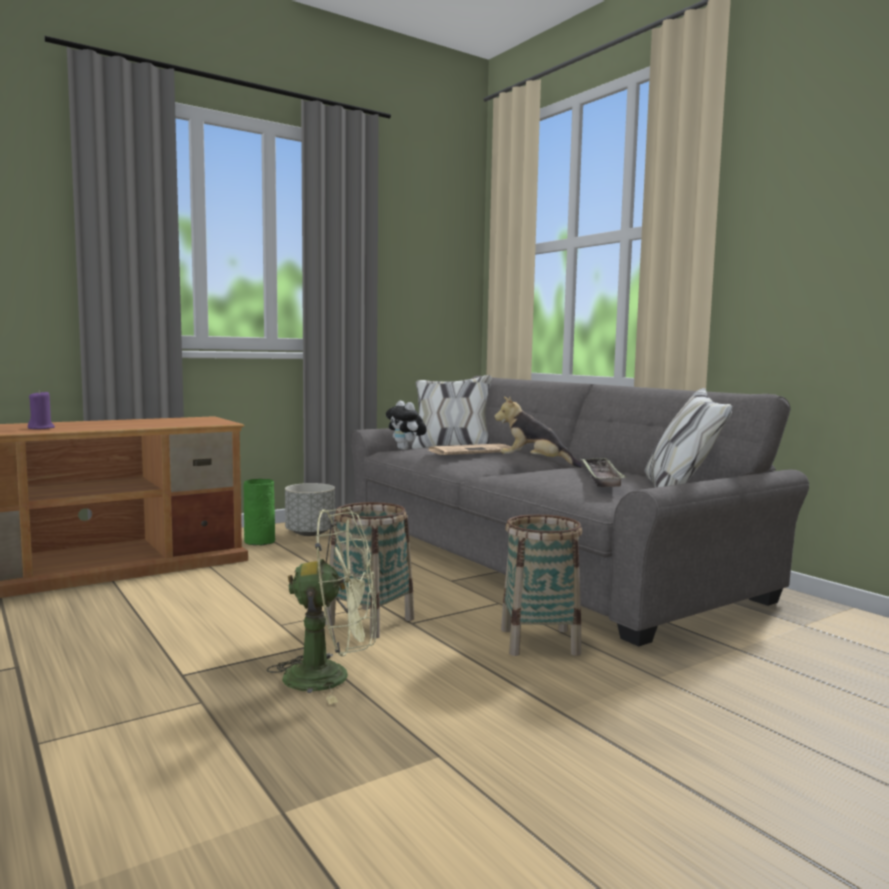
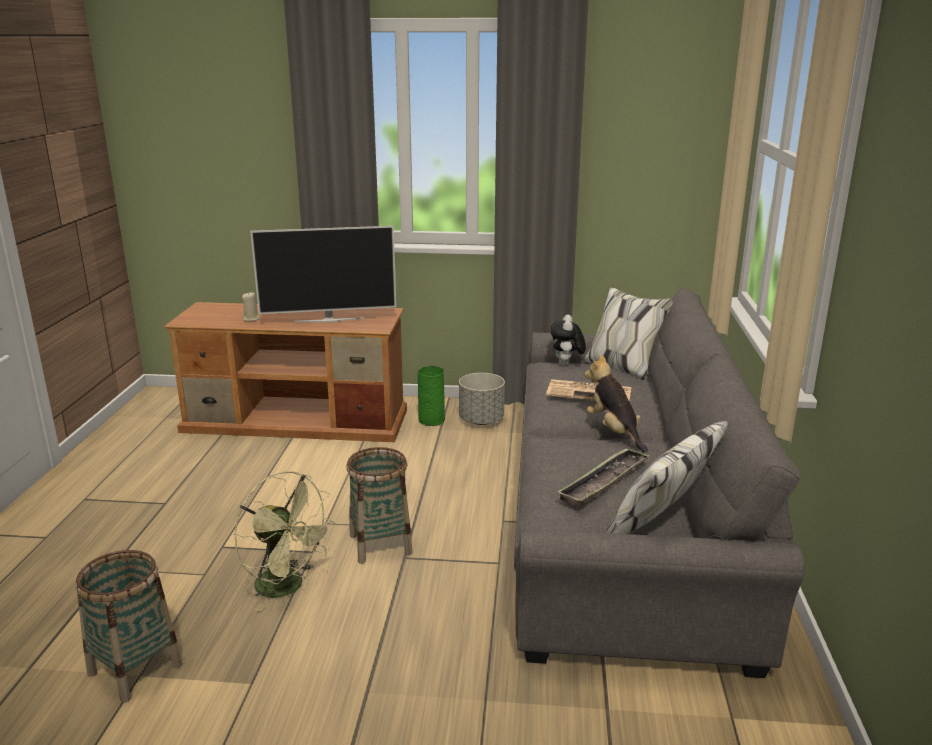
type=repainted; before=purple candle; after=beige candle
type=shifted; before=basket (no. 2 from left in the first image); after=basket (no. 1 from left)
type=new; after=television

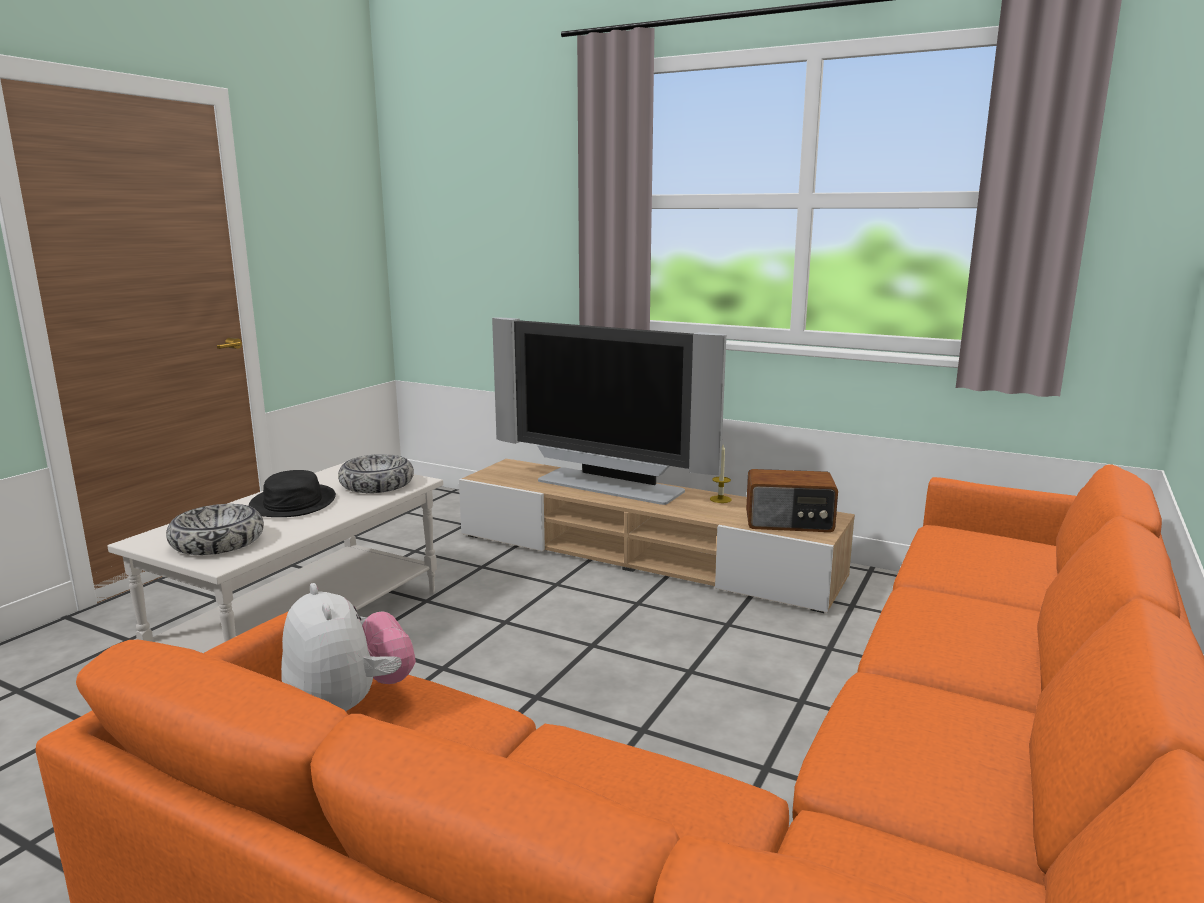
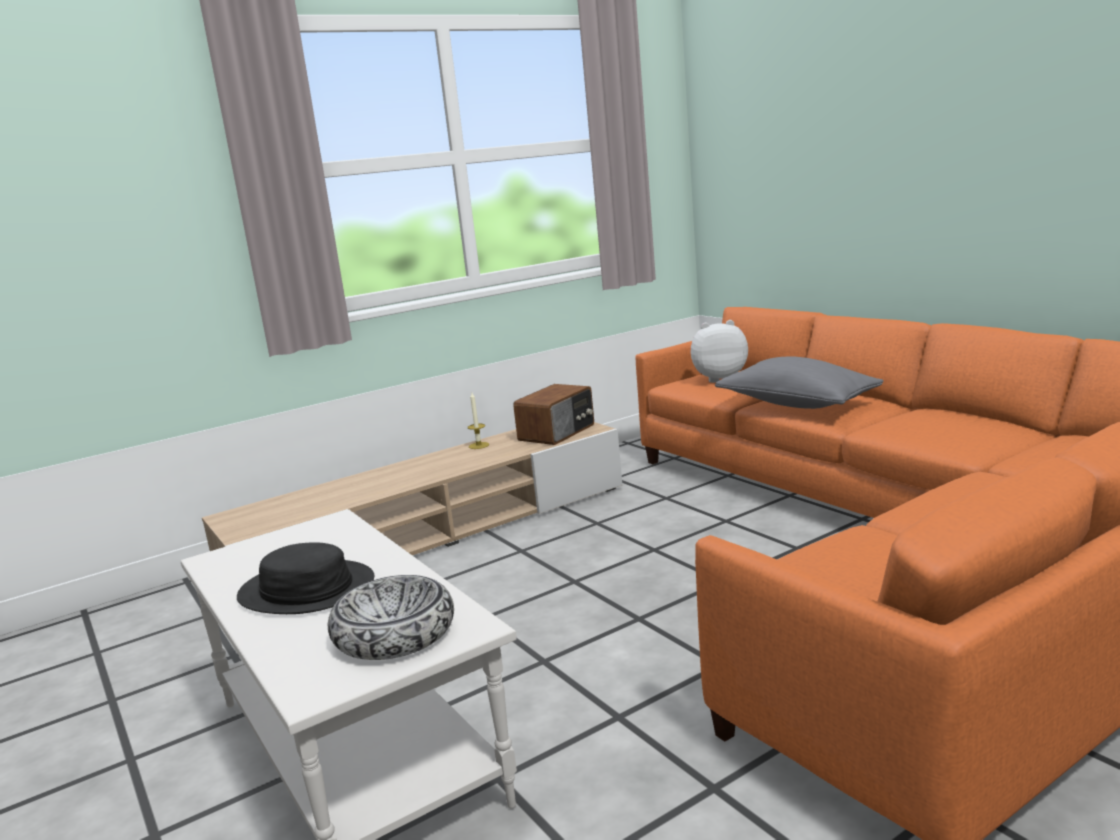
type=shifted; before=plush toy
type=gone; before=bowl (no. 2 from left)
type=gone; before=television
type=new; after=grey pillow

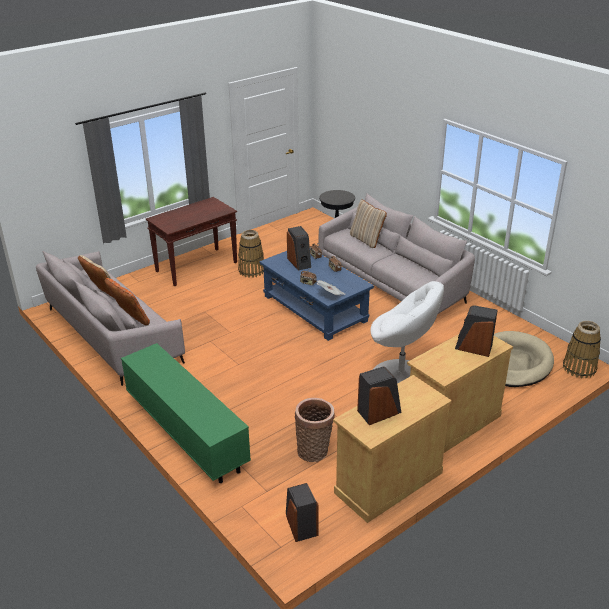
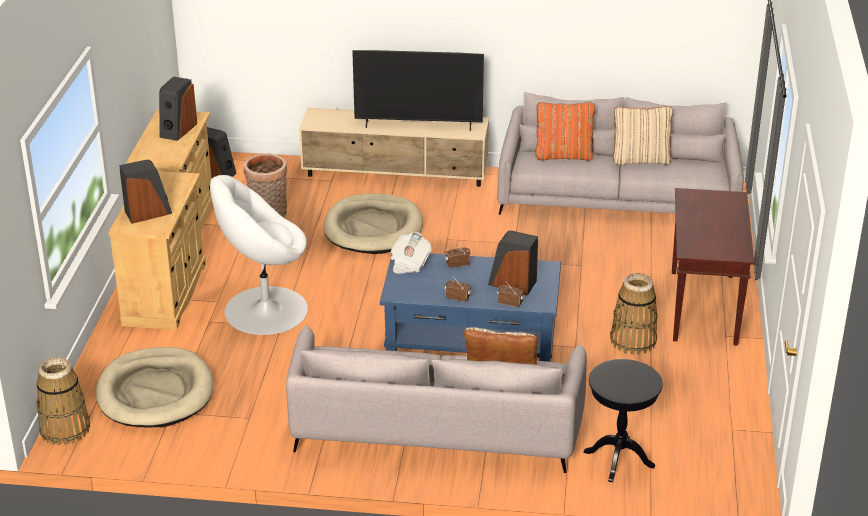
type=repainted; before=green tv stand; after=beige tv stand
type=new; after=beige dog bed (no. 2 from left)
type=new; after=television

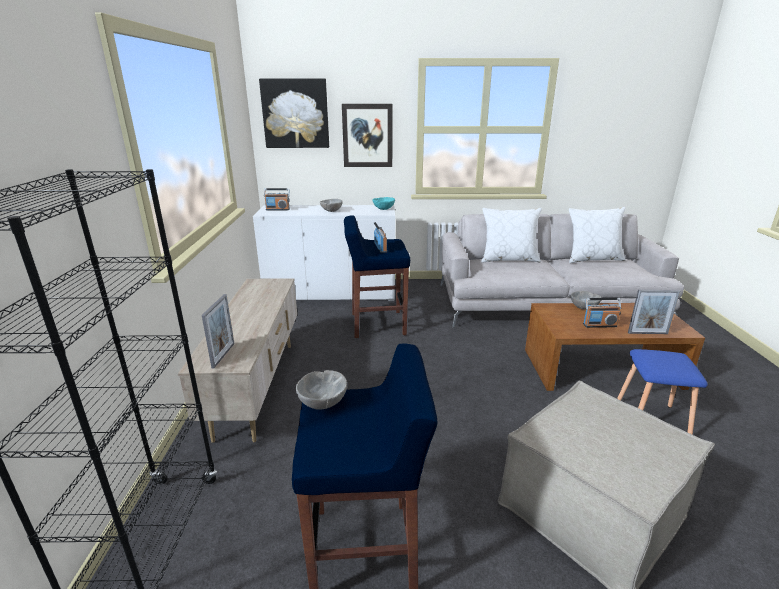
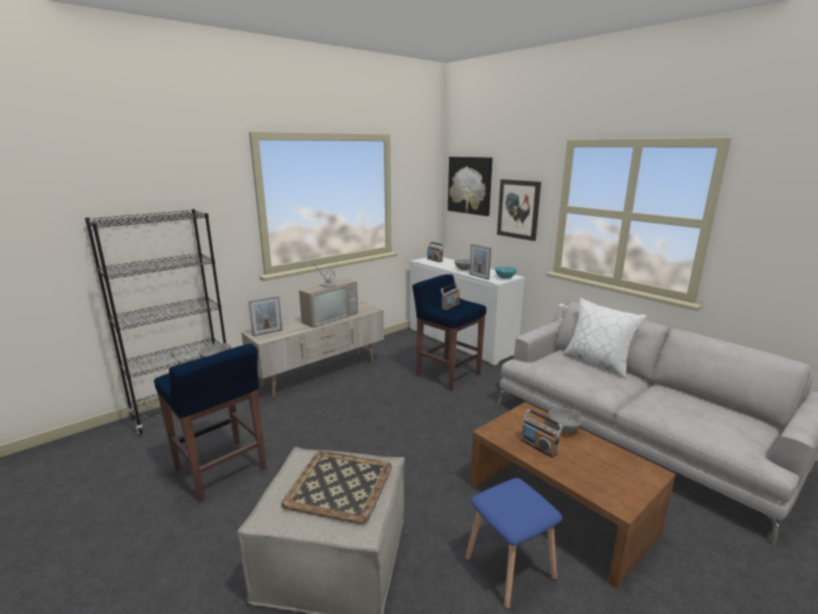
type=gone; before=white pillow (no. 2 from left)
type=shifted; before=picture frame (no. 2 from left)
type=new; after=tray
type=new; after=television

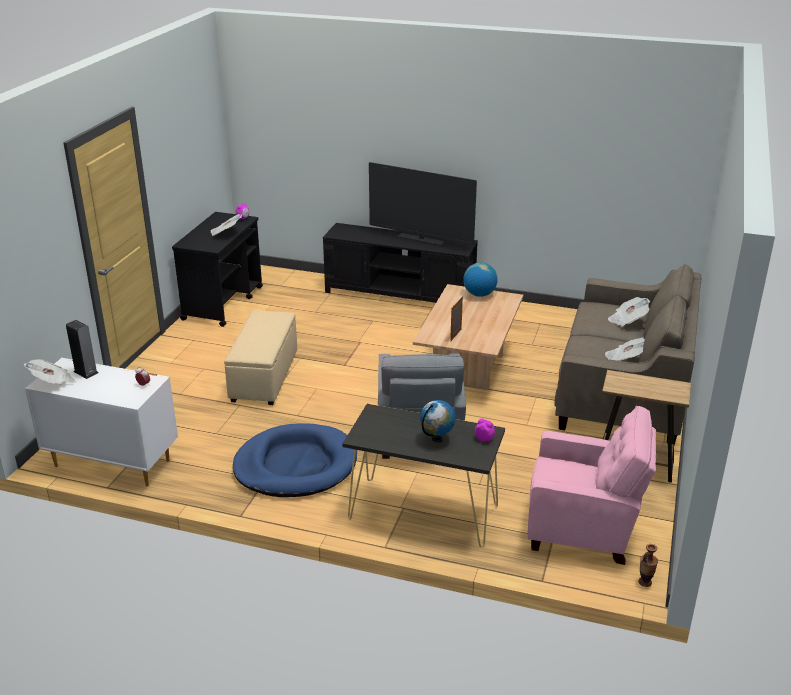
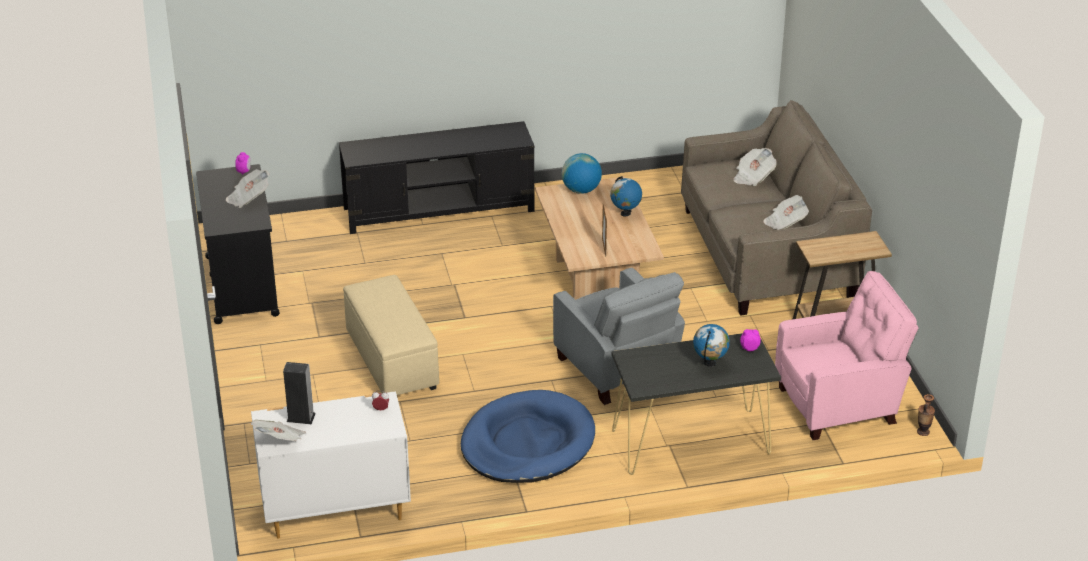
type=gone; before=television
type=new; after=globe (no. 2 from left)

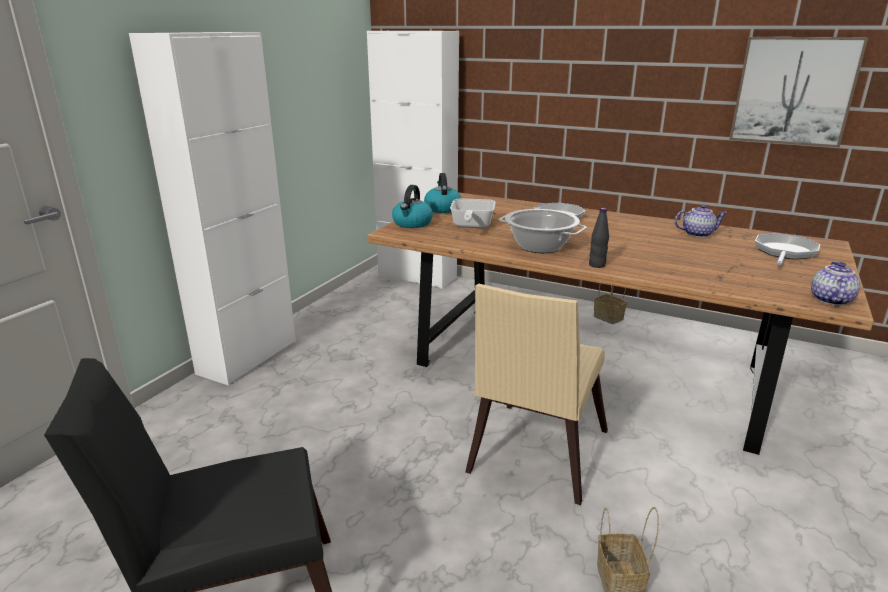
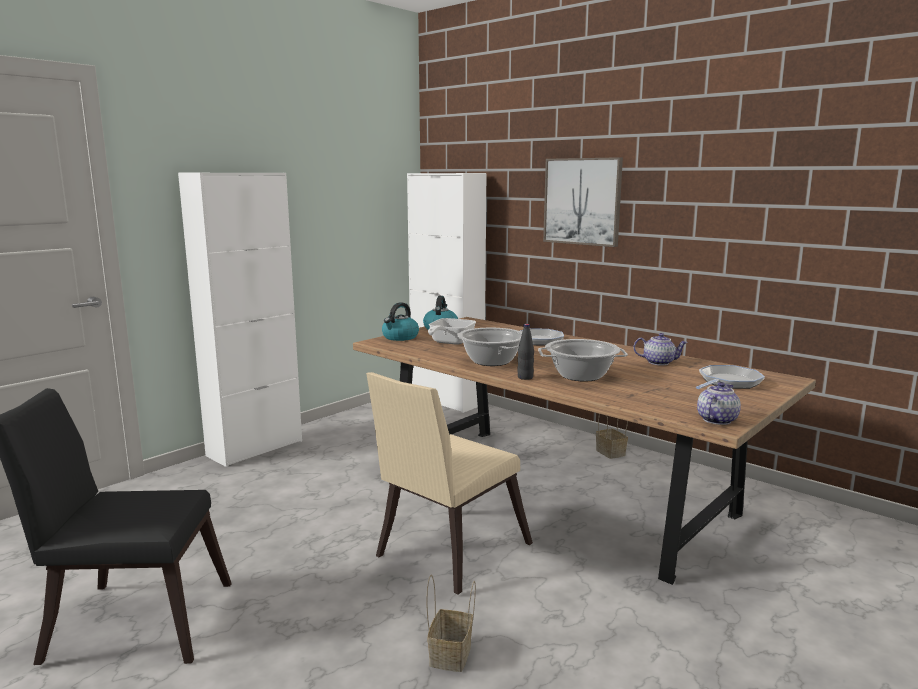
type=shifted; before=picture
type=new; after=cooking pot (no. 2 from left)

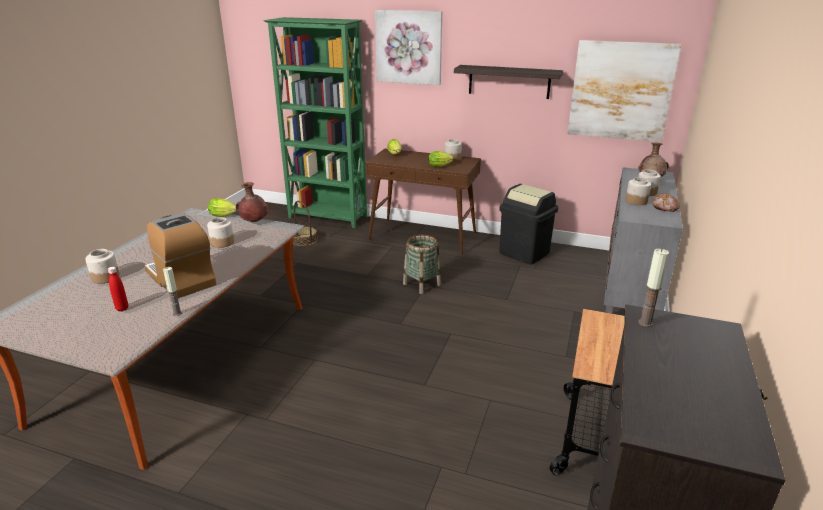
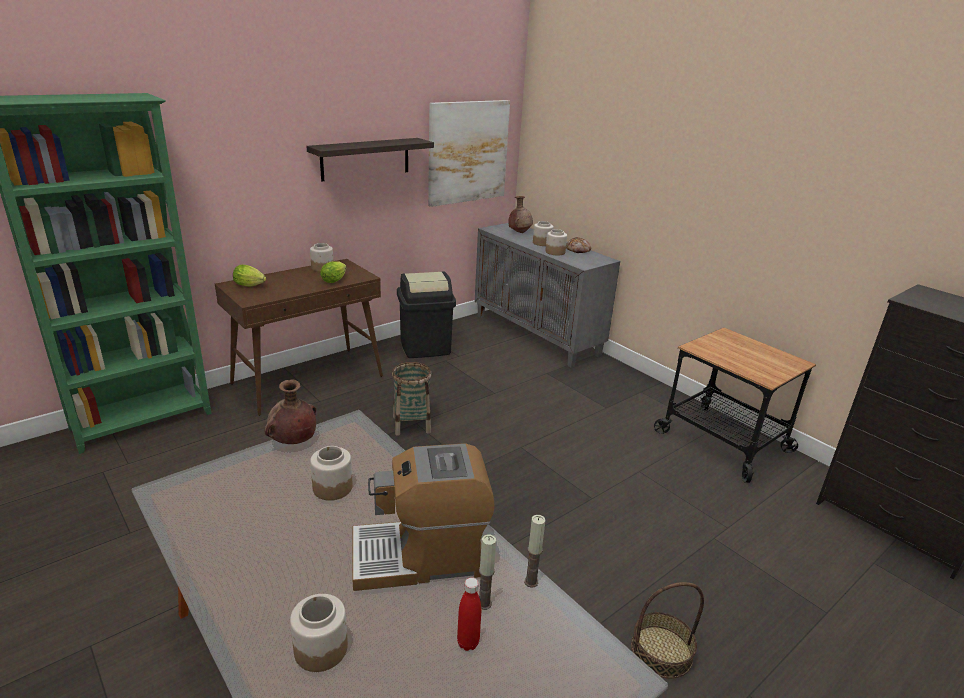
type=gone; before=lettuce (no. 1 from left)
type=shifted; before=basket (no. 1 from left in the first image); after=basket (no. 2 from left)
type=gone; before=picture (no. 1 from left)
type=shifted; before=candle (no. 2 from left in the first image); after=candle (no. 1 from left)

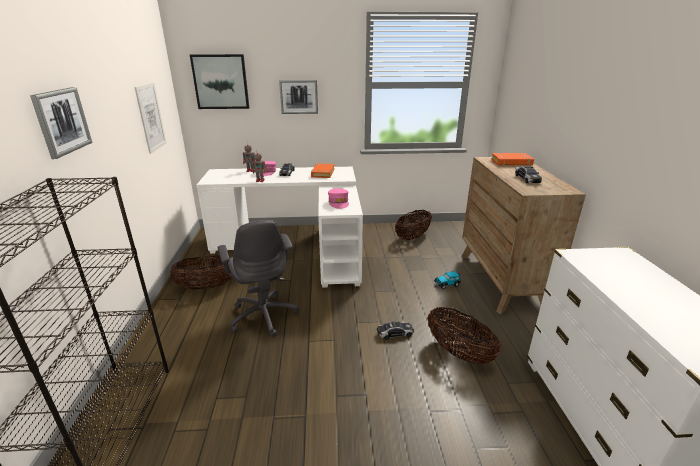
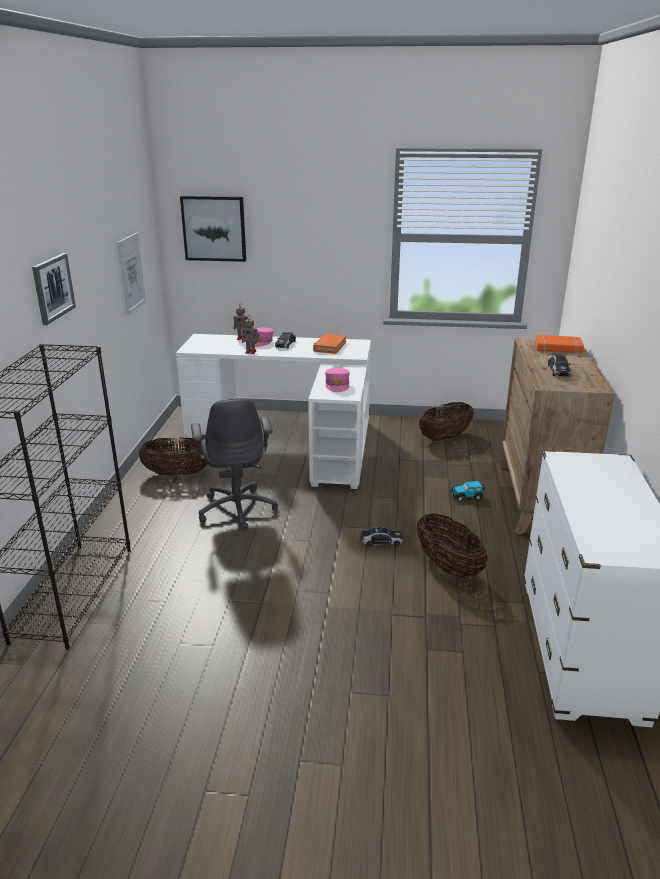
type=gone; before=picture (no. 4 from left)

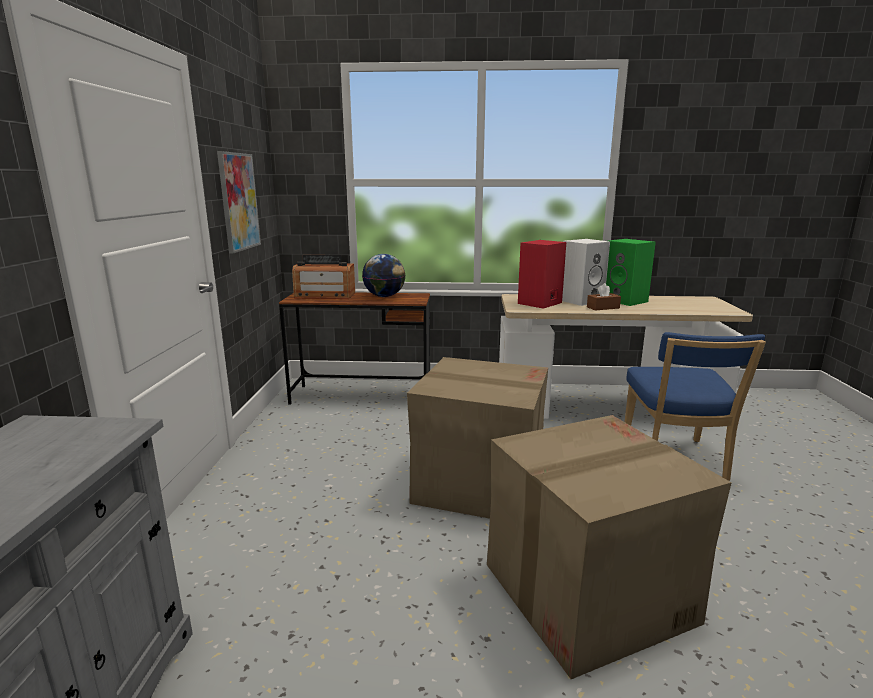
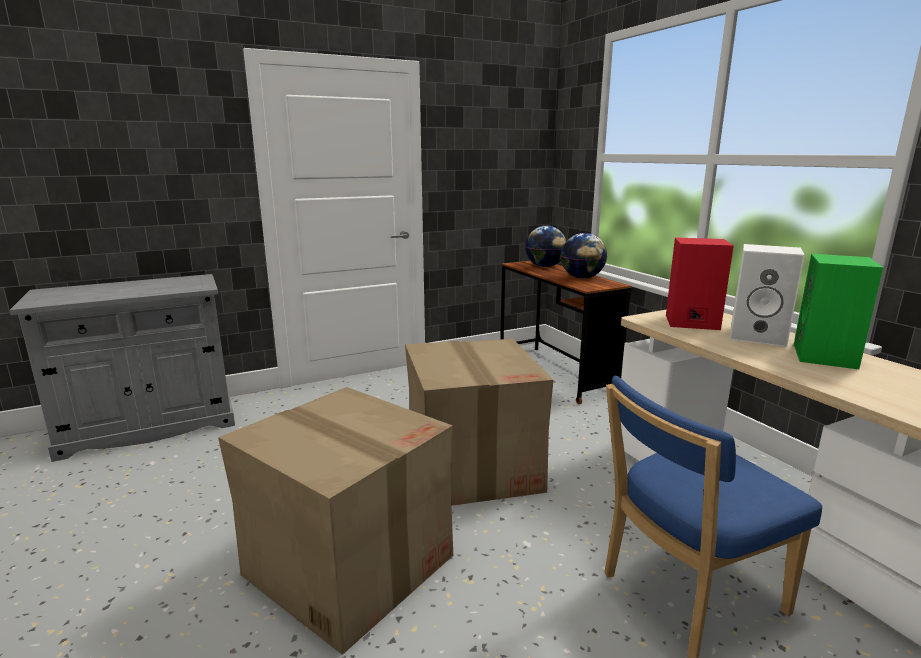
type=gone; before=picture
type=swapped; before=radio; after=globe (no. 1 from left)
type=gone; before=brown tissue box

